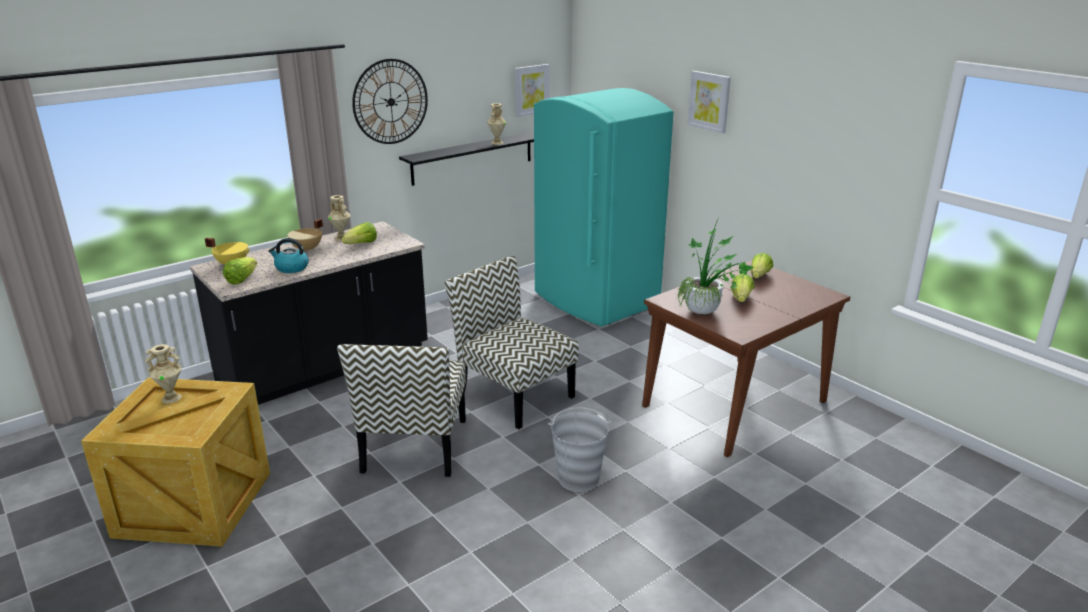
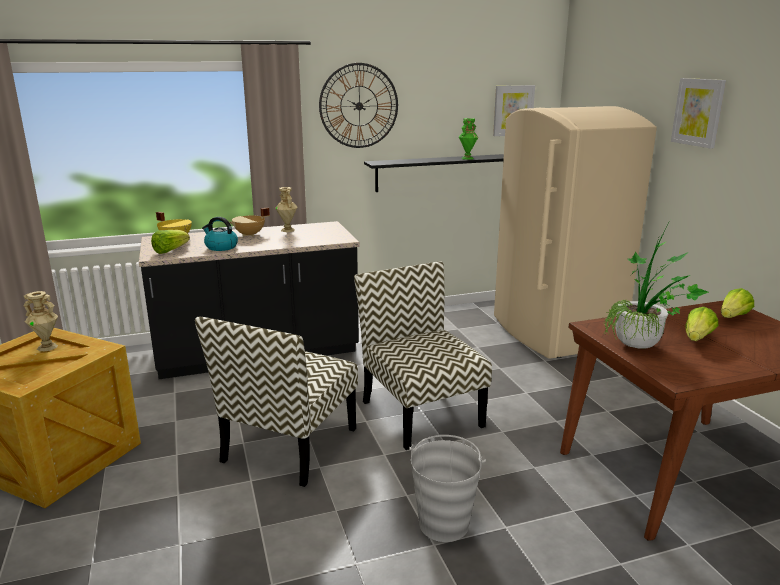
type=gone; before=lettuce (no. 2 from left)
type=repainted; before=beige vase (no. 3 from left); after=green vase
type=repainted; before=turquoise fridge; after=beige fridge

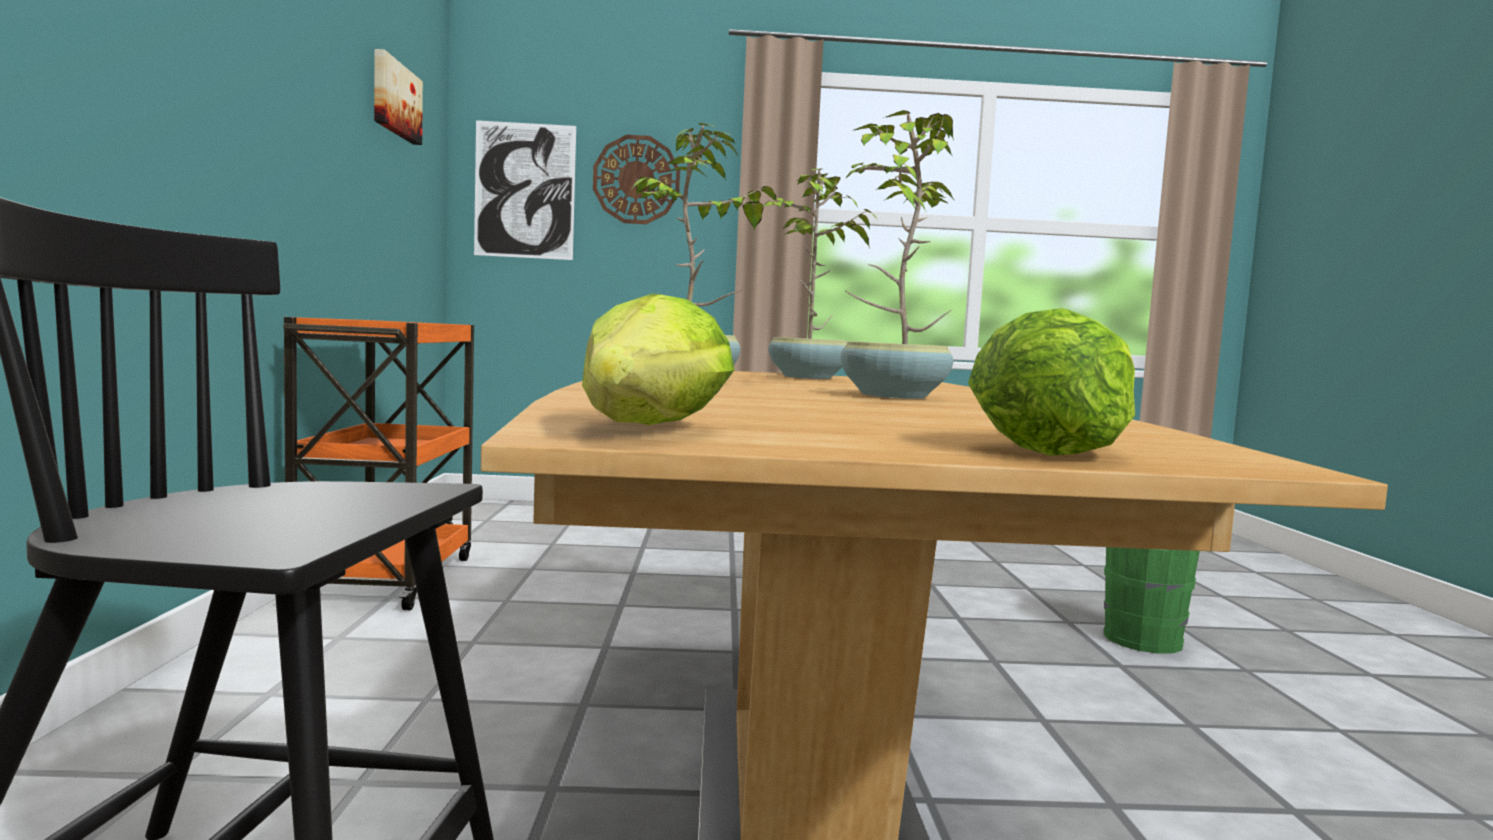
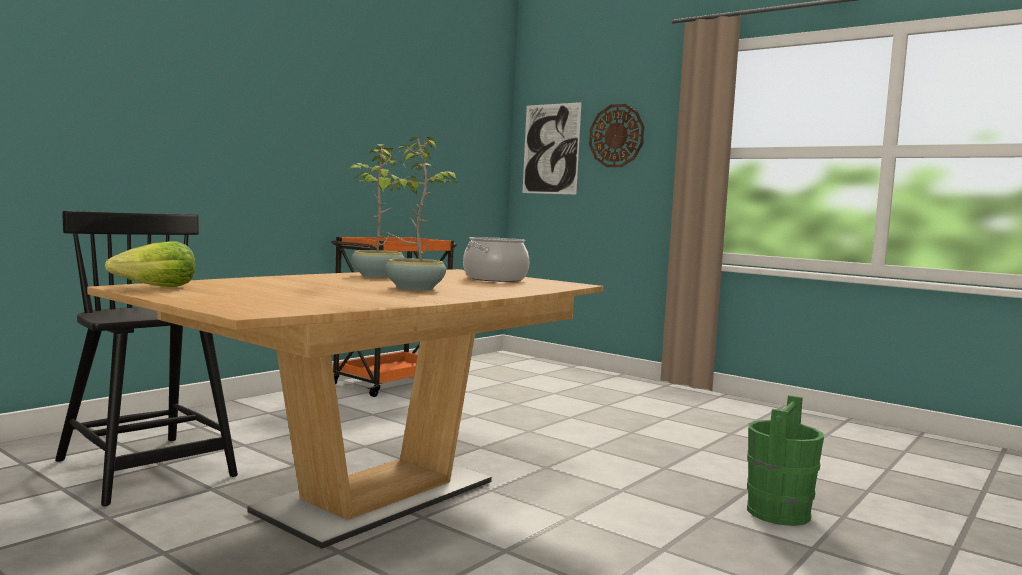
type=gone; before=picture (no. 1 from left)
type=swapped; before=potted plant (no. 2 from left); after=cooking pot
type=gone; before=lettuce (no. 2 from left)

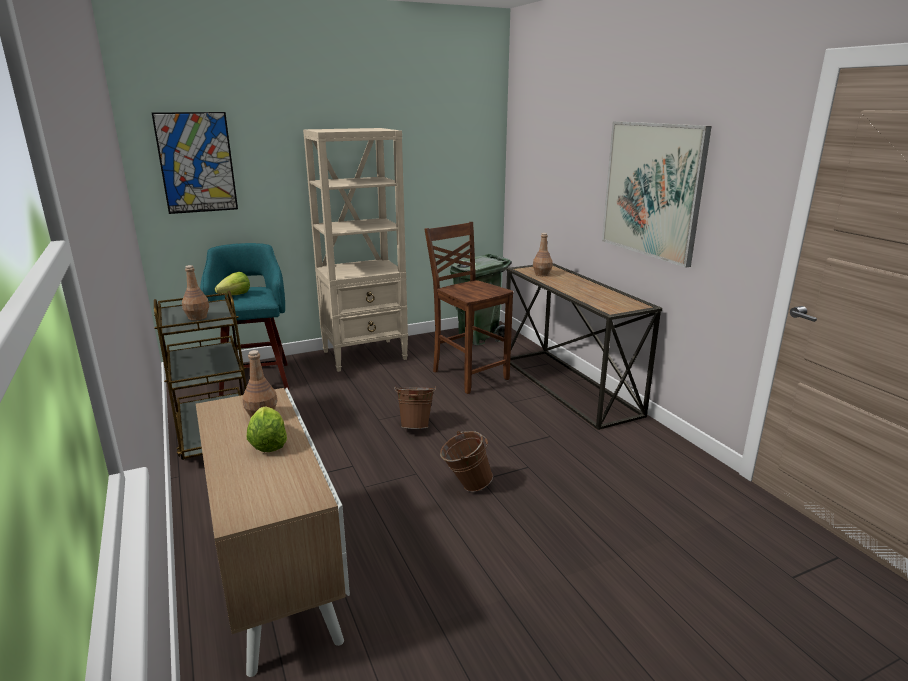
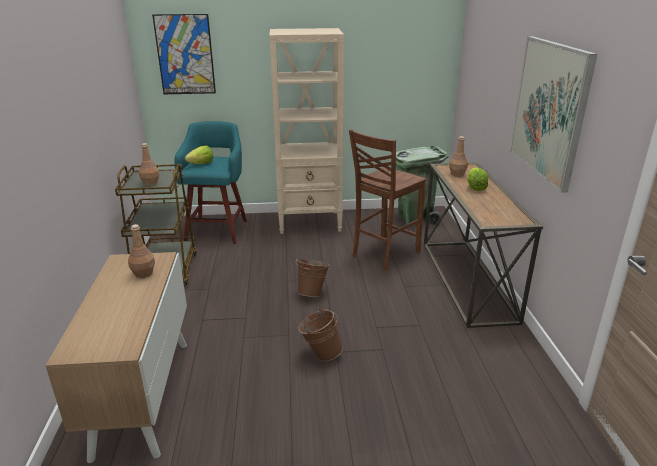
type=shifted; before=lettuce (no. 2 from left)
type=rotated; before=brown chair; turn=-120

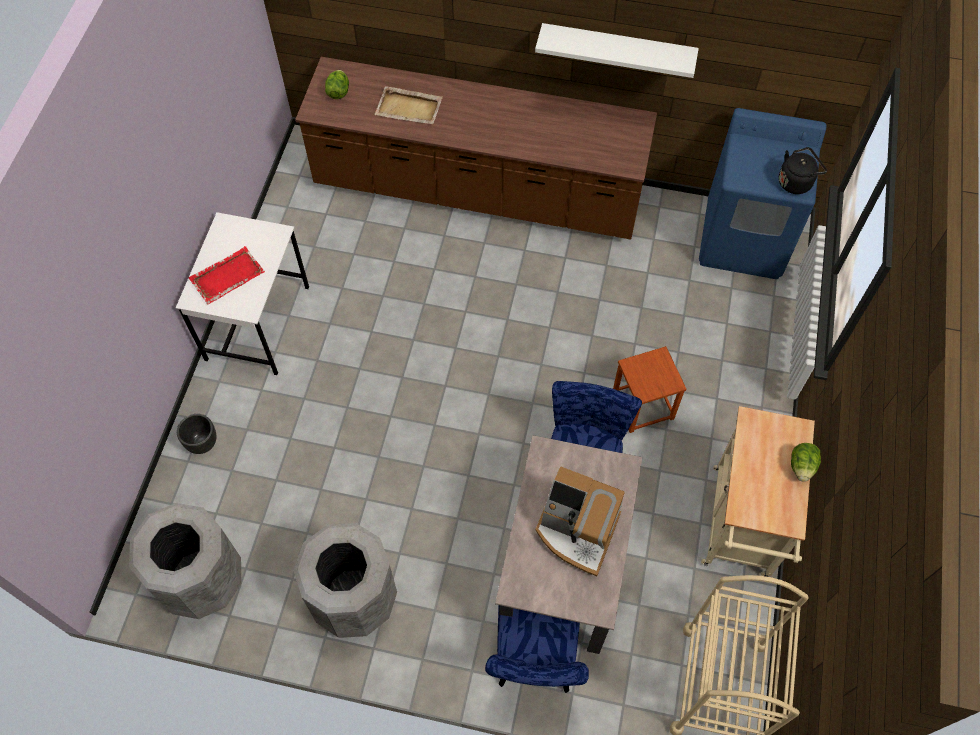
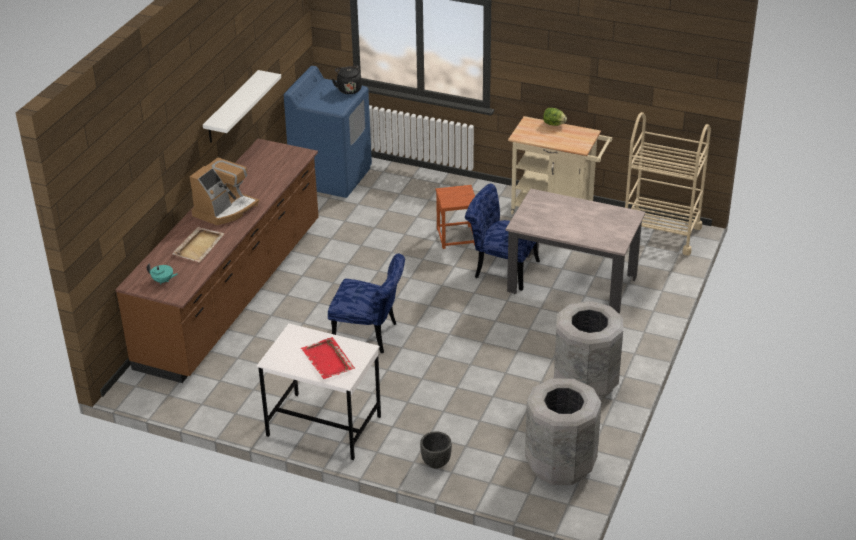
type=swapped; before=lettuce (no. 1 from left); after=turquoise teapot
type=shifted; before=blue chair (no. 1 from left)
type=shifted; before=coffee machine

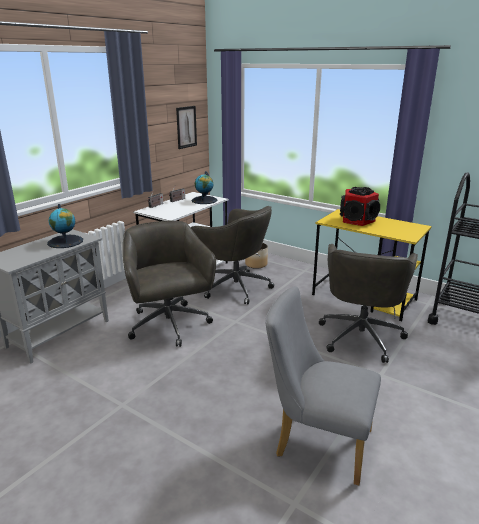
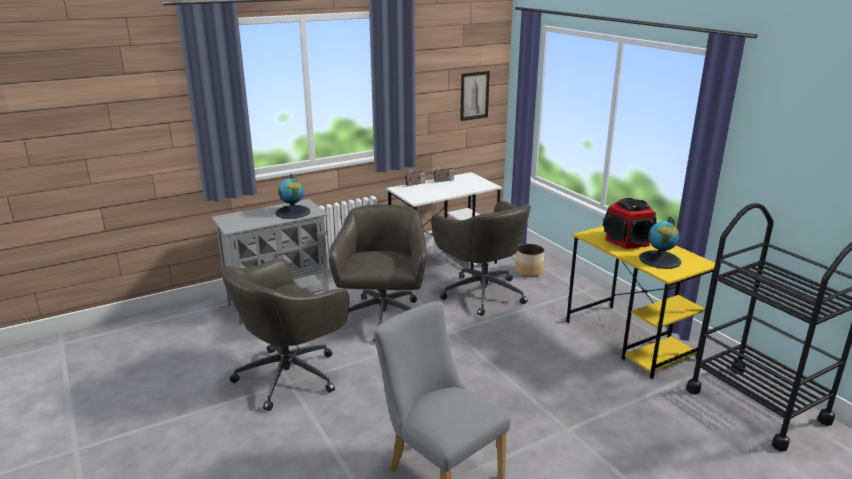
type=shifted; before=globe (no. 2 from left)
type=shifted; before=grey office chair (no. 3 from left in the first image); after=grey office chair (no. 1 from left)

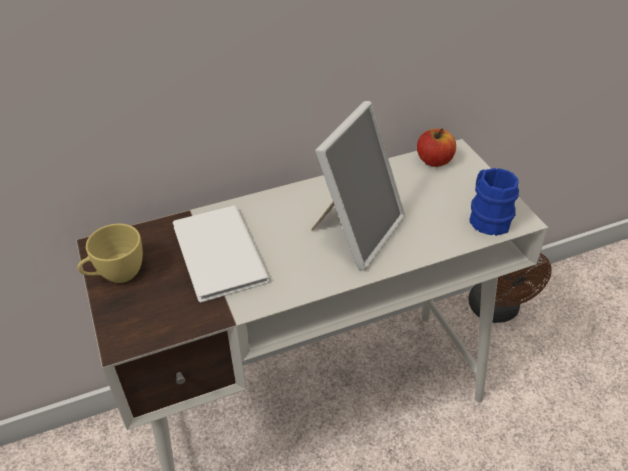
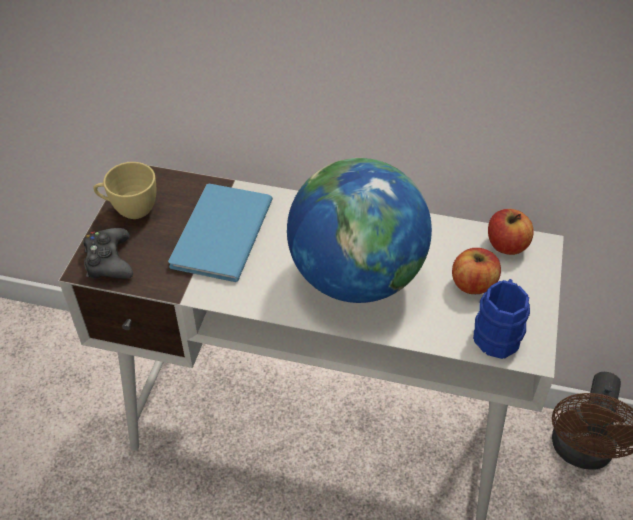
type=repainted; before=white book; after=blue book
type=swapped; before=picture frame; after=globe
type=new; after=black game controller
type=new; after=apple (no. 1 from left)

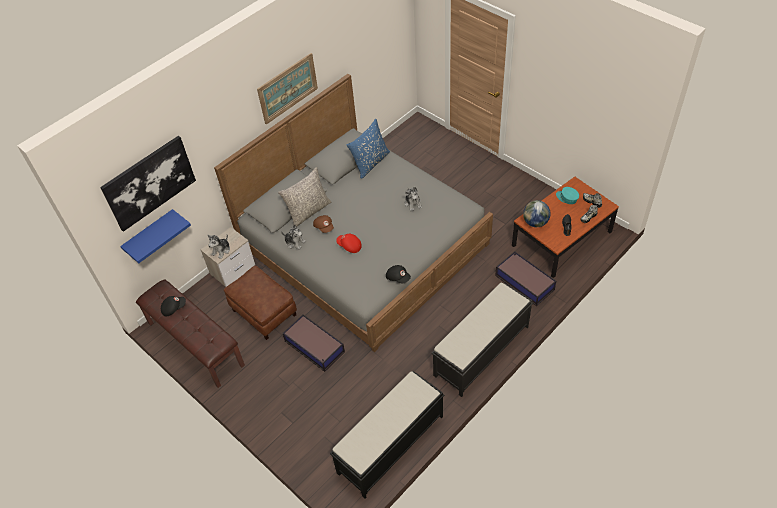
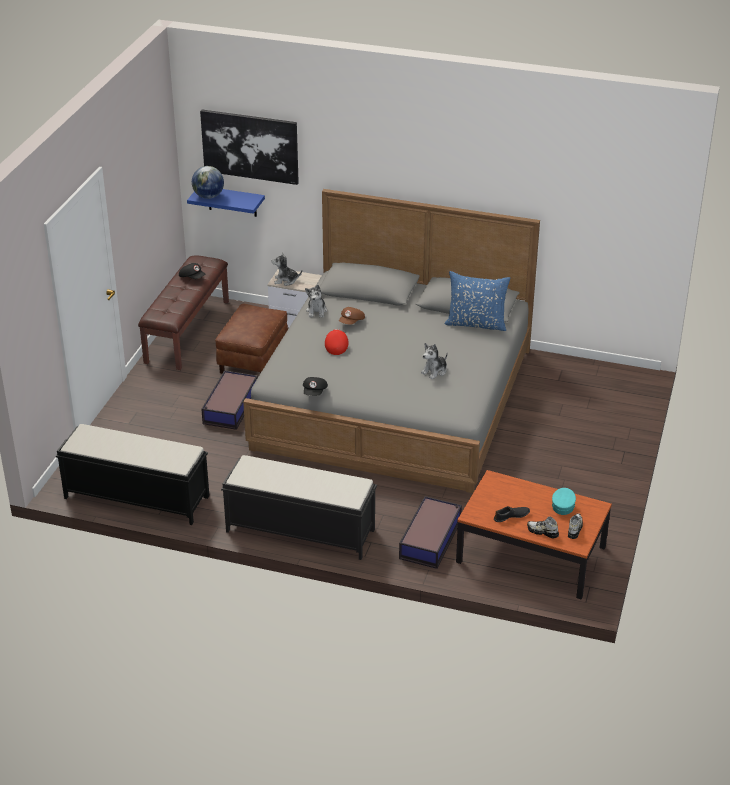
type=gone; before=picture (no. 2 from left)
type=gone; before=grey pillow
type=shifted; before=globe

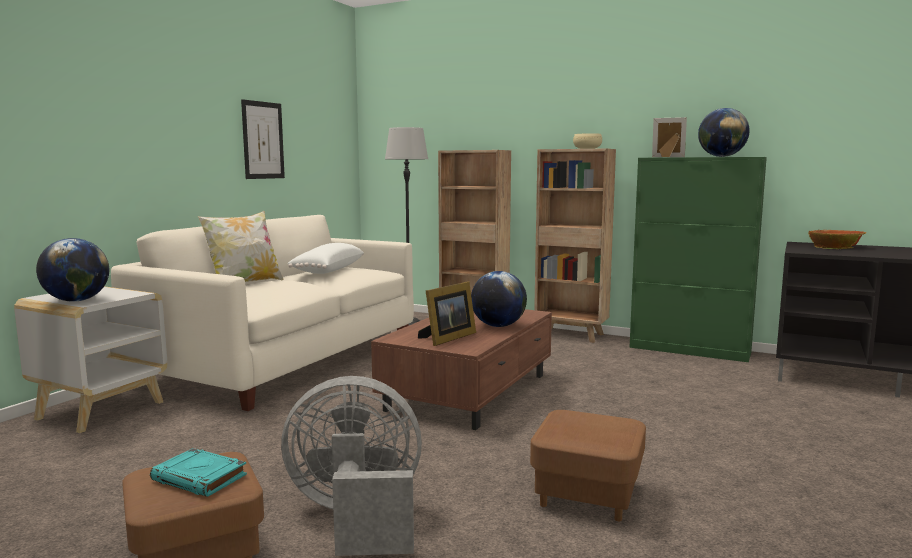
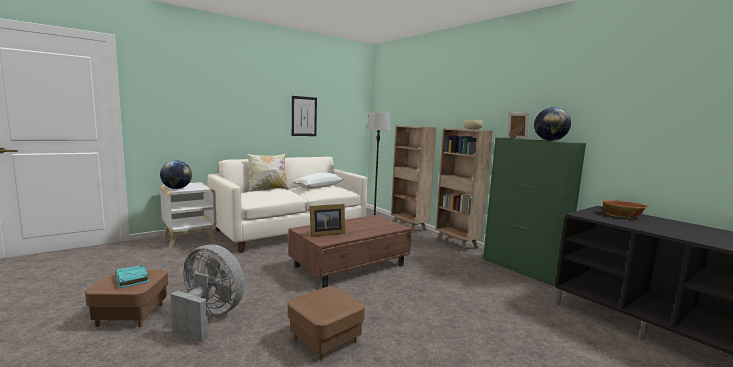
type=gone; before=globe (no. 2 from left)

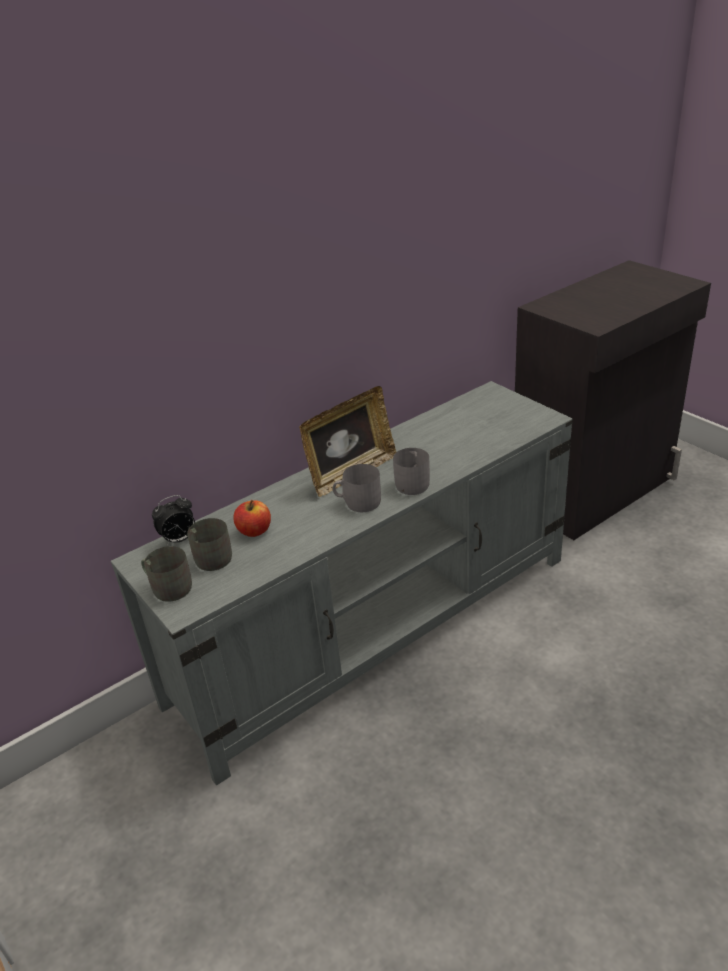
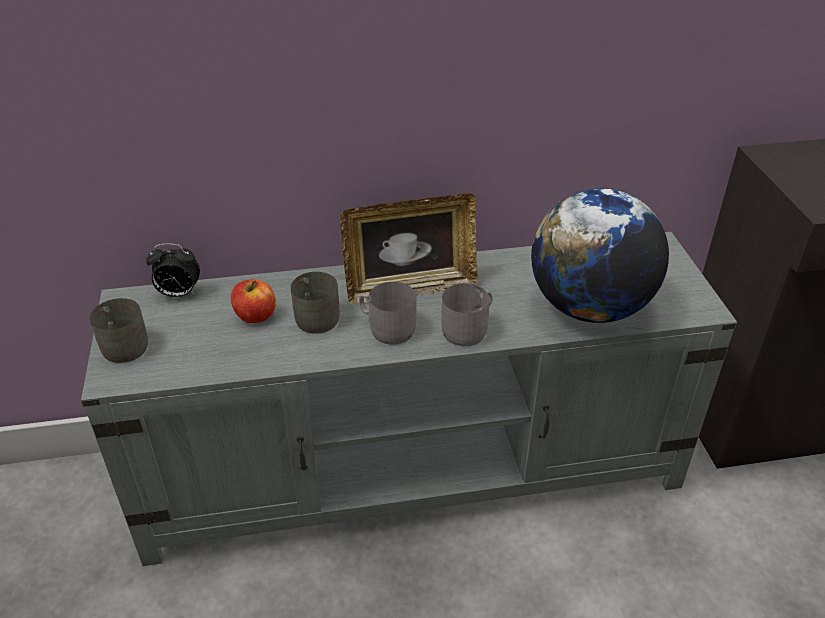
type=shifted; before=grey mug (no. 2 from left)
type=new; after=globe

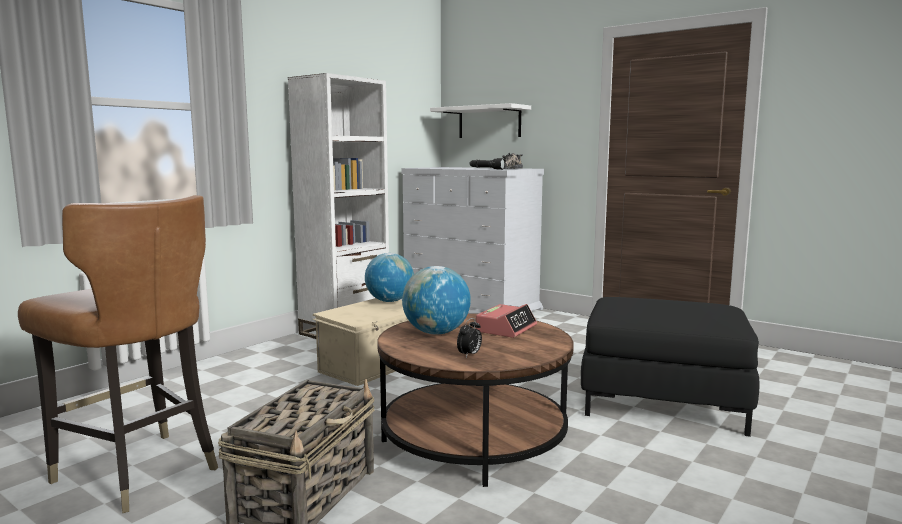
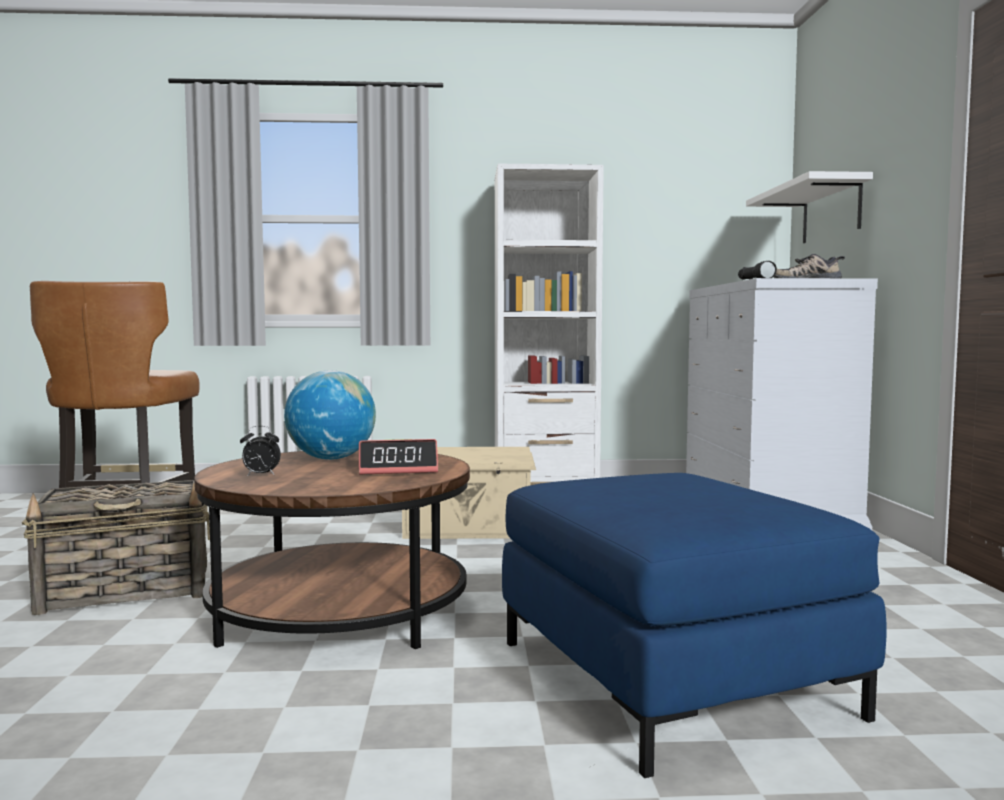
type=gone; before=globe (no. 1 from left)
type=repainted; before=black ottoman; after=blue ottoman

